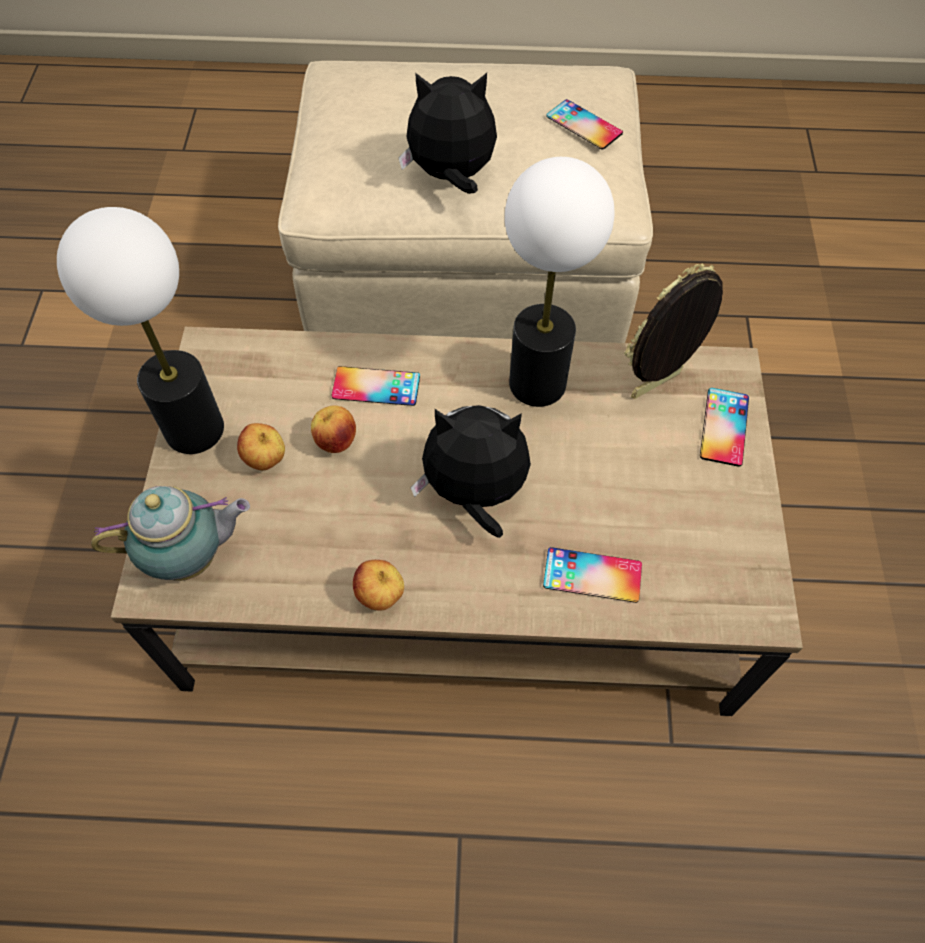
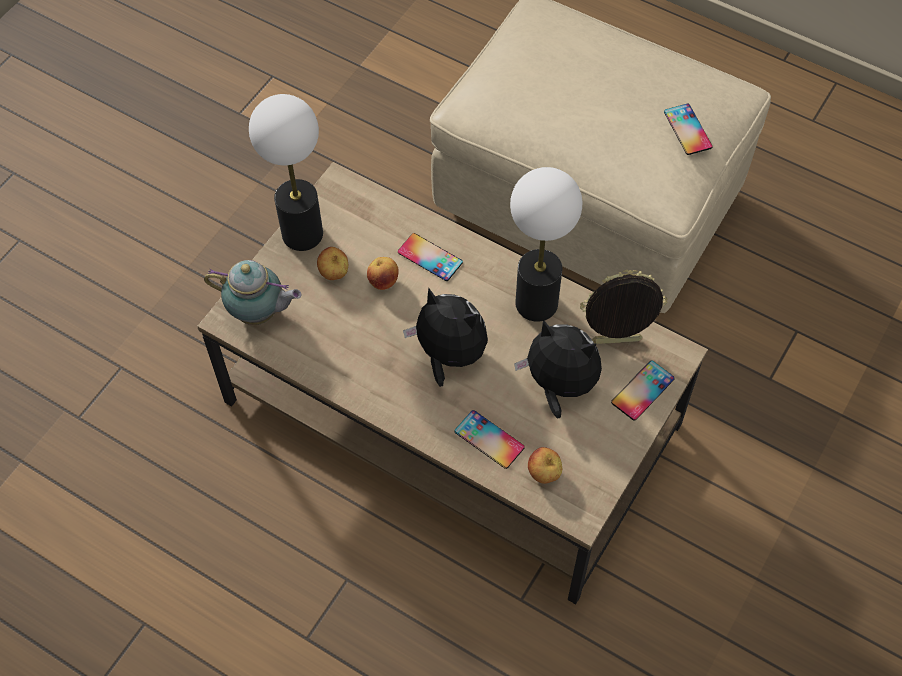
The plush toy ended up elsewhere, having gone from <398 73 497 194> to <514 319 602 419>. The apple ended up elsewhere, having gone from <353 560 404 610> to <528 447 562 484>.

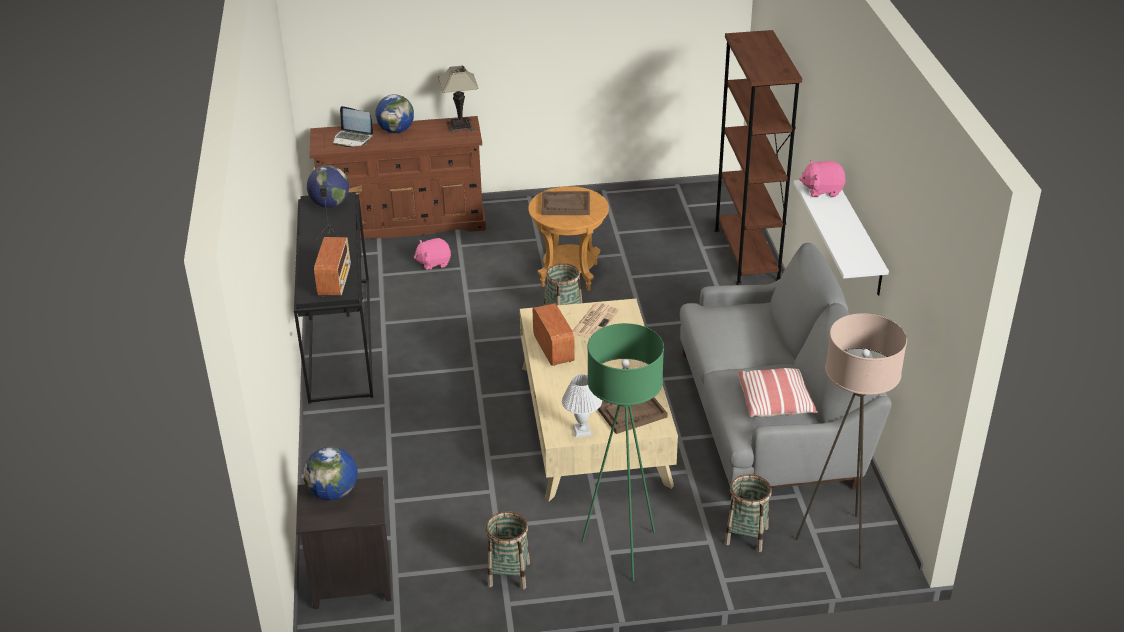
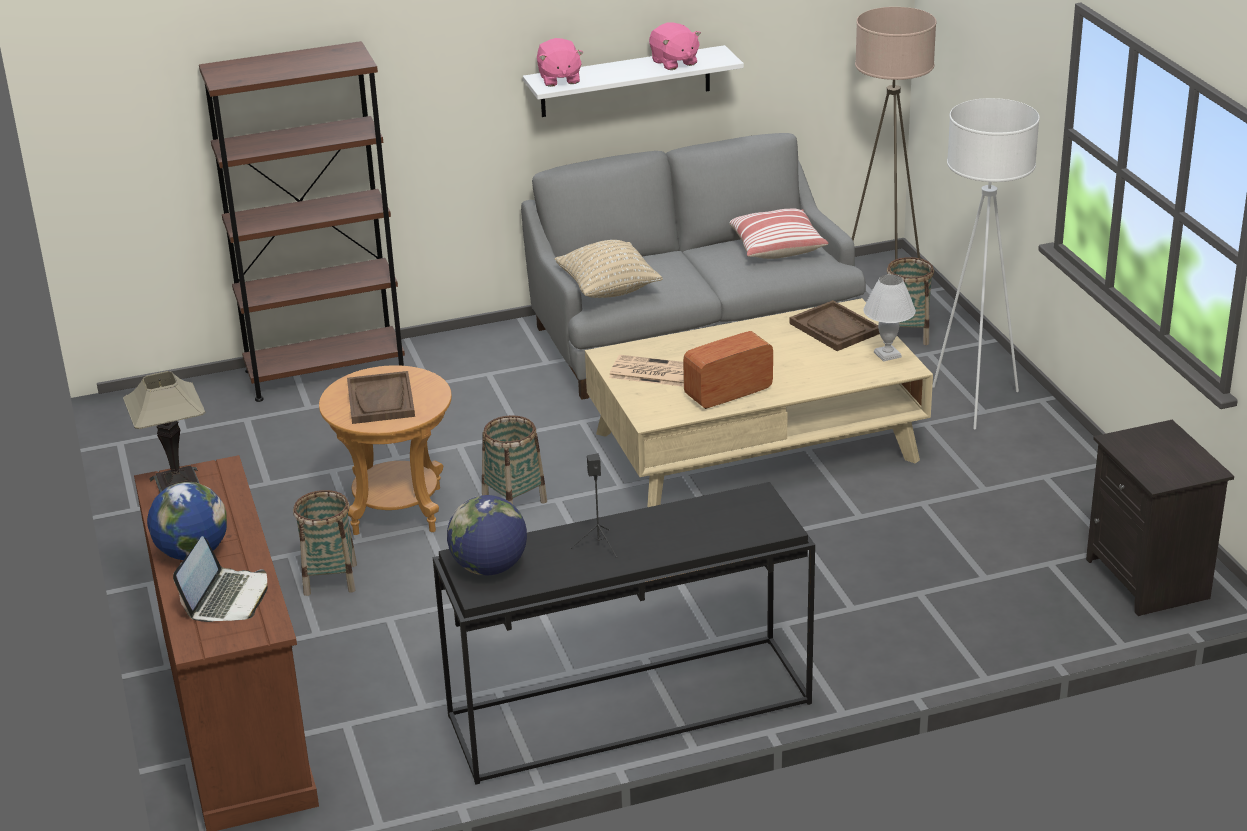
The basket ended up elsewhere, having gone from <485 511 530 590> to <293 490 357 596>. The second view gained the beige pillow at <555 240 663 298>. The pink plush toy ended up elsewhere, having gone from <413 238 451 270> to <649 22 701 70>. What was the green floor lamp at <582 323 664 581> turned into the white floor lamp at <932 98 1040 429>. The second view lost the globe at <304 447 358 501>. The second view lost the radio at <314 237 351 296>.

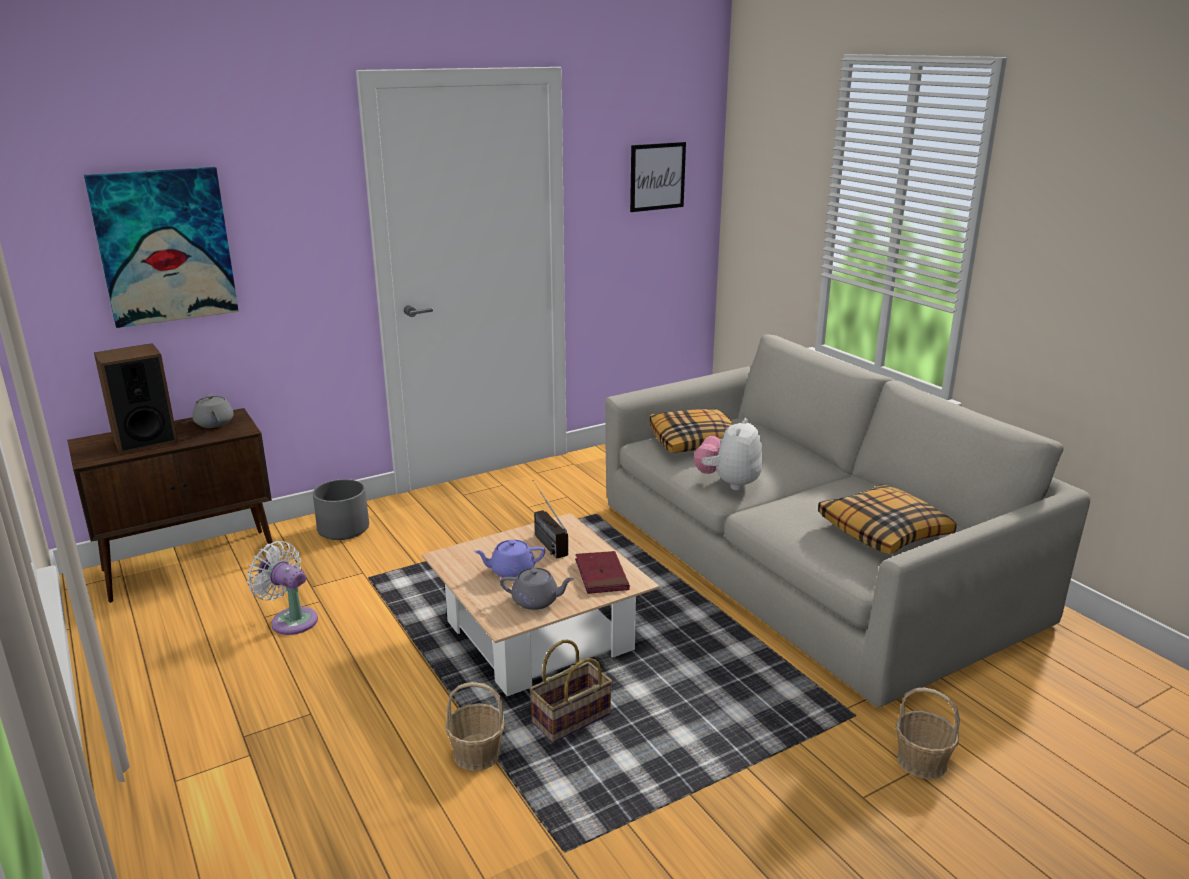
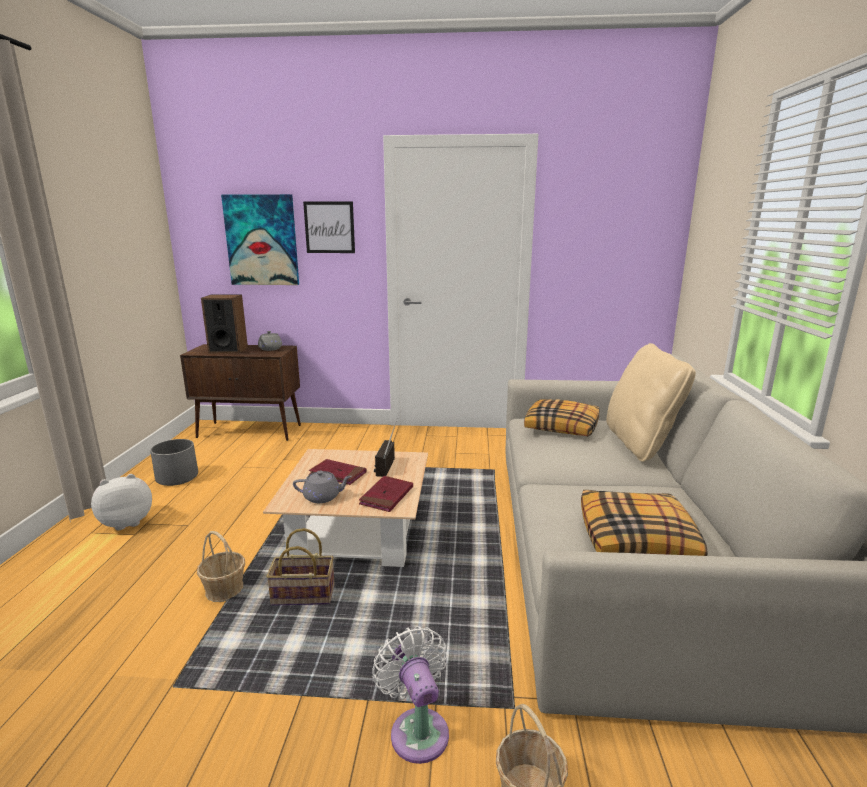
The plush toy ended up elsewhere, having gone from <694 418 763 490> to <91 474 152 530>. The grey planter ended up elsewhere, having gone from <313 479 369 540> to <150 439 198 486>. The grey teapot at <500 568 574 610> ended up facing another way, 45 degrees counterclockwise from before. The picture ended up elsewhere, having gone from <630 142 686 212> to <303 202 355 253>. Where the purple teapot stood at <474 540 545 577>, the red book came to stand at <309 459 367 485>. The white fan ended up elsewhere, having gone from <247 541 318 635> to <372 626 449 764>. The second view gained the beige pillow at <606 343 696 462>.

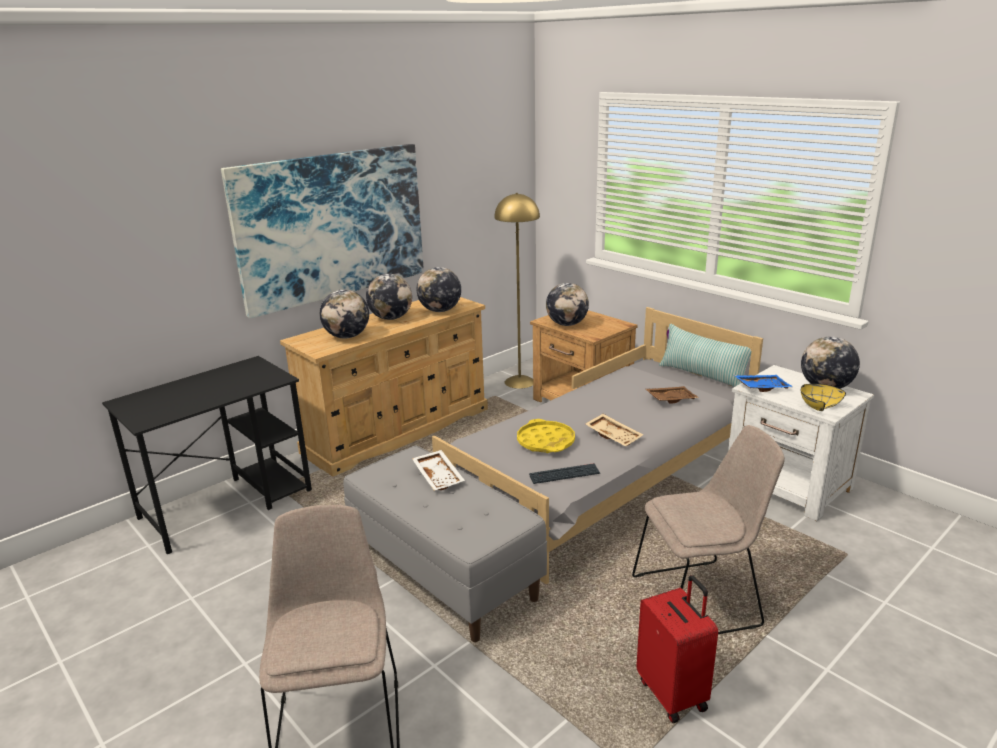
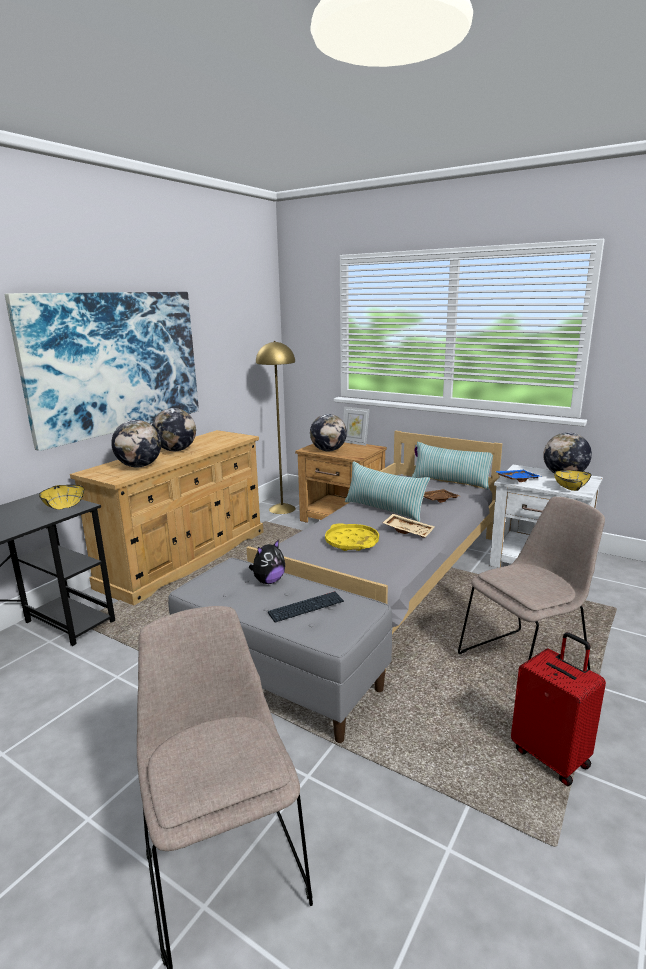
The second view gained the yellow bowl at <39 485 84 510>. Where the white tray stood at <412 450 465 491>, the plush toy came to stand at <249 539 285 584>. The keyboard ended up elsewhere, having gone from <529 463 600 484> to <268 591 344 622>. The second view gained the picture frame at <343 407 369 446>. The second view gained the pillow at <345 461 430 522>. The second view lost the globe at <417 267 461 312>.

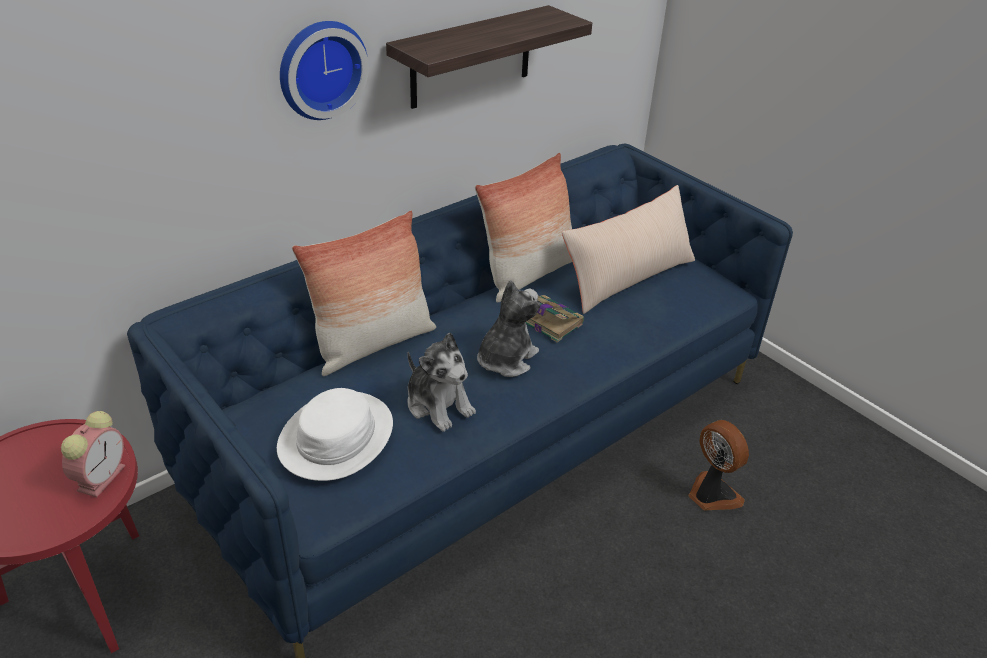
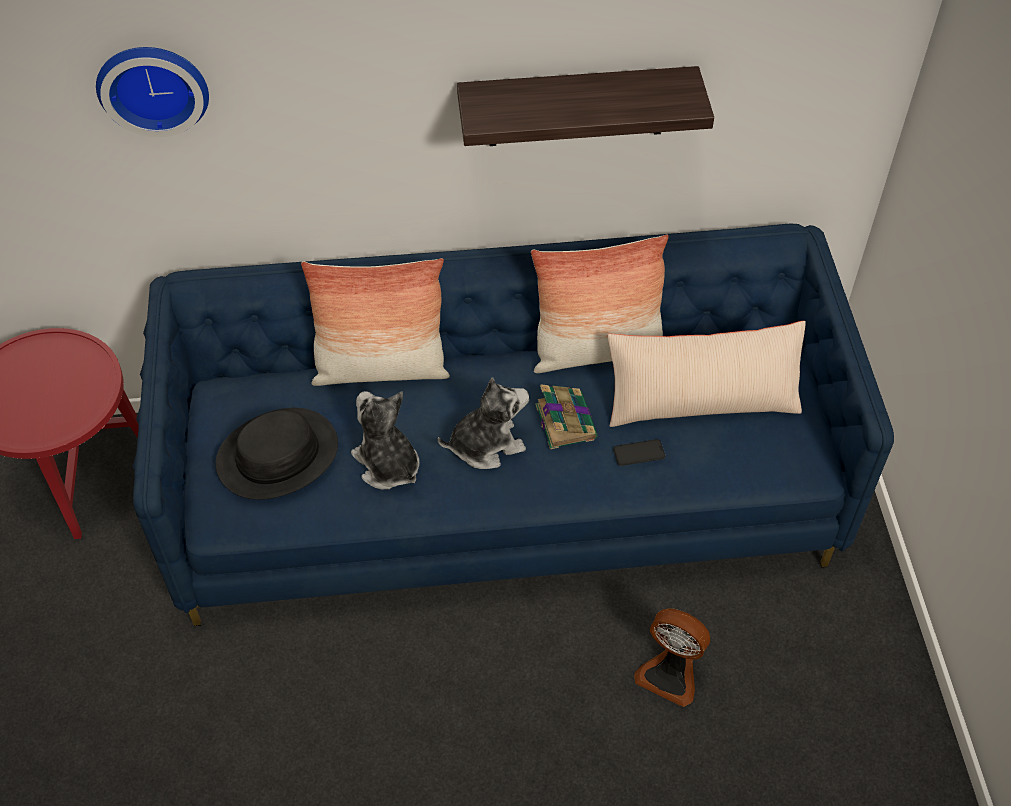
The wall clock ended up elsewhere, having gone from <280 21 369 120> to <96 47 209 137>. What was the white hat at <277 388 393 481> turned into the black hat at <216 408 338 500>. The plush toy at <407 332 476 432> ended up facing another way, 150 degrees clockwise from before. The second view gained the phone at <613 439 665 466>. The fan at <688 420 749 510> ended up facing another way, 120 degrees clockwise from before. The second view lost the alarm clock at <61 411 125 497>.

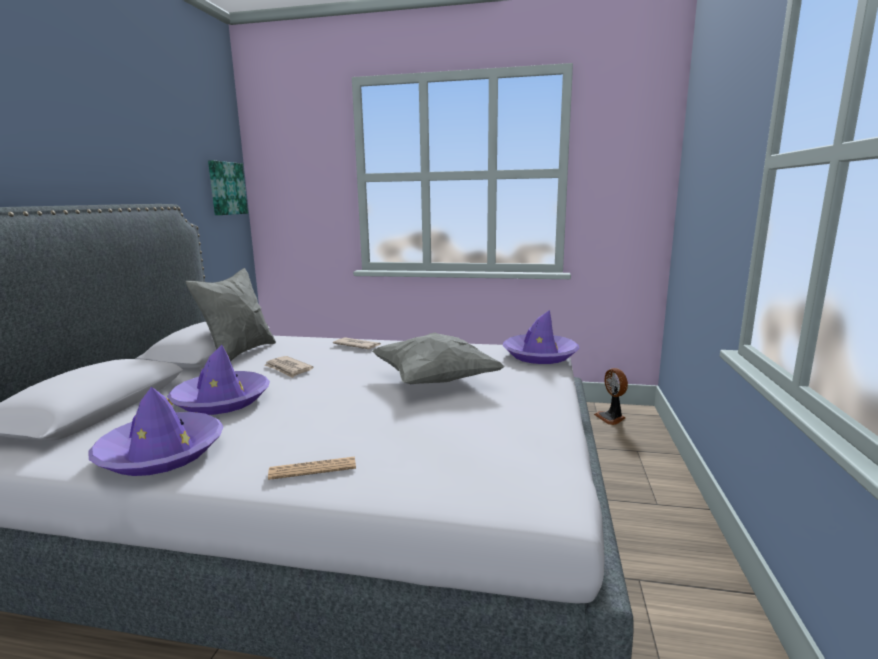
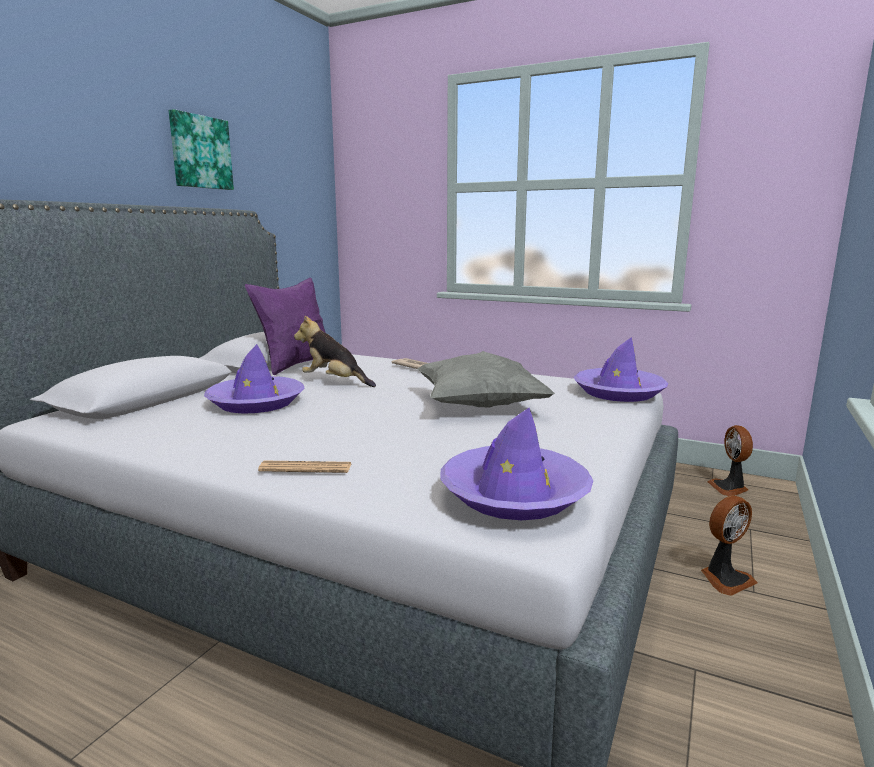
The picture ended up elsewhere, having gone from <208 160 248 215> to <169 109 234 190>. What was the grey pillow at <185 268 276 362> turned into the purple pillow at <245 278 326 375>. Where the newspaper stood at <265 356 314 378>, the plush toy came to stand at <294 316 376 387>. The purple hat ended up elsewhere, having gone from <89 387 224 476> to <440 408 593 520>. The second view gained the fan at <701 496 758 596>.

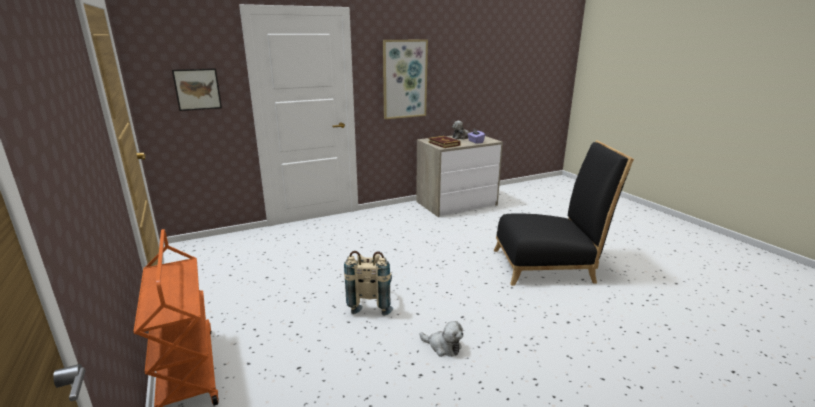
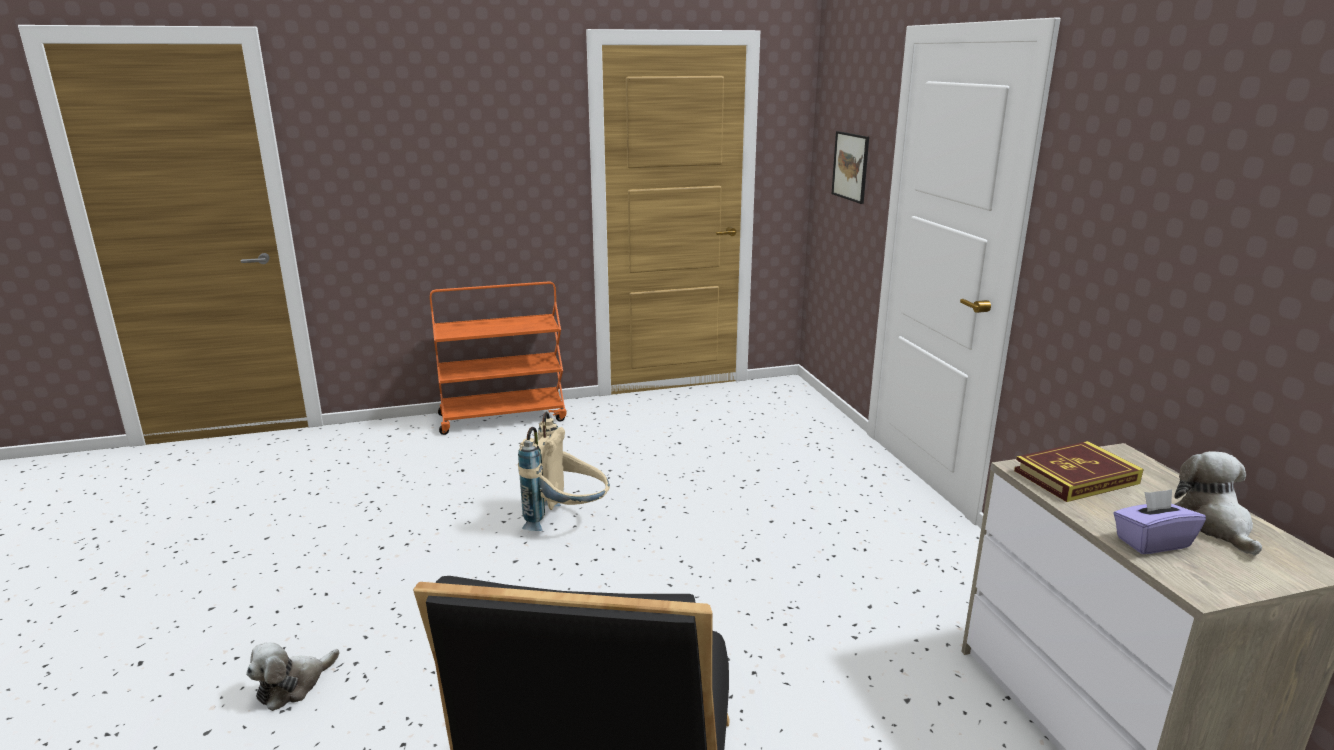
The plush toy ended up elsewhere, having gone from <419 321 463 357> to <246 642 340 711>. The second view lost the picture at <383 39 428 119>.

